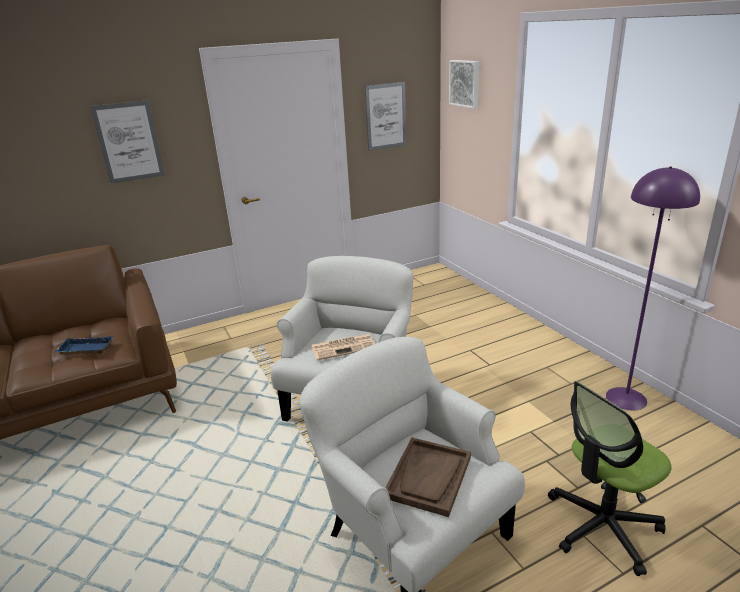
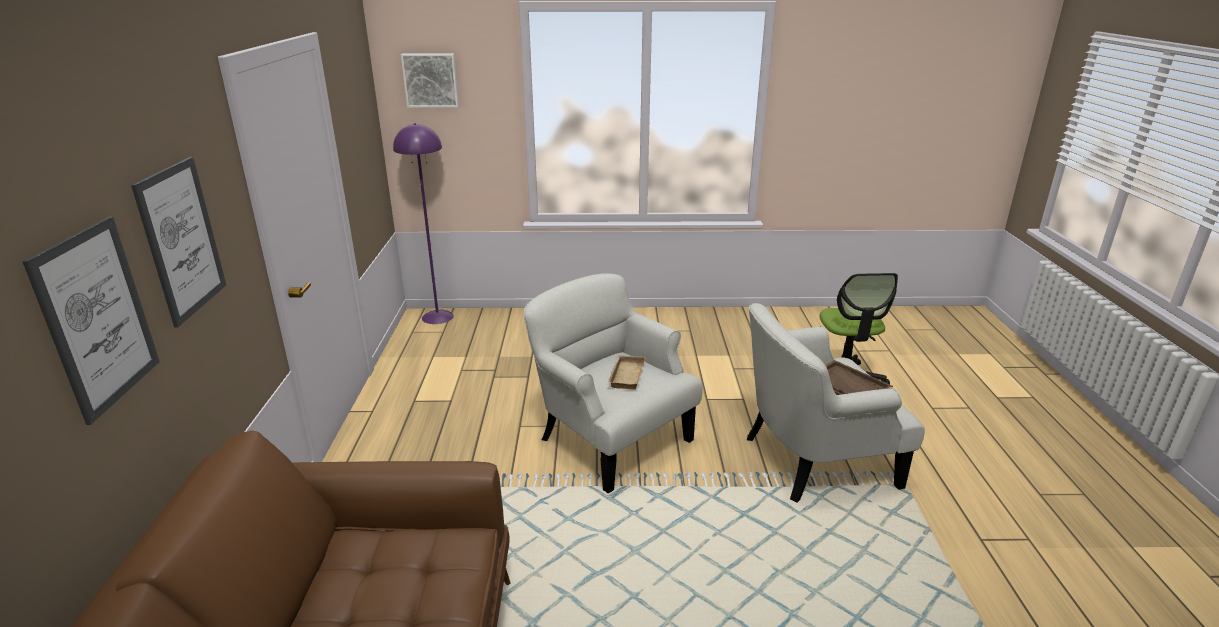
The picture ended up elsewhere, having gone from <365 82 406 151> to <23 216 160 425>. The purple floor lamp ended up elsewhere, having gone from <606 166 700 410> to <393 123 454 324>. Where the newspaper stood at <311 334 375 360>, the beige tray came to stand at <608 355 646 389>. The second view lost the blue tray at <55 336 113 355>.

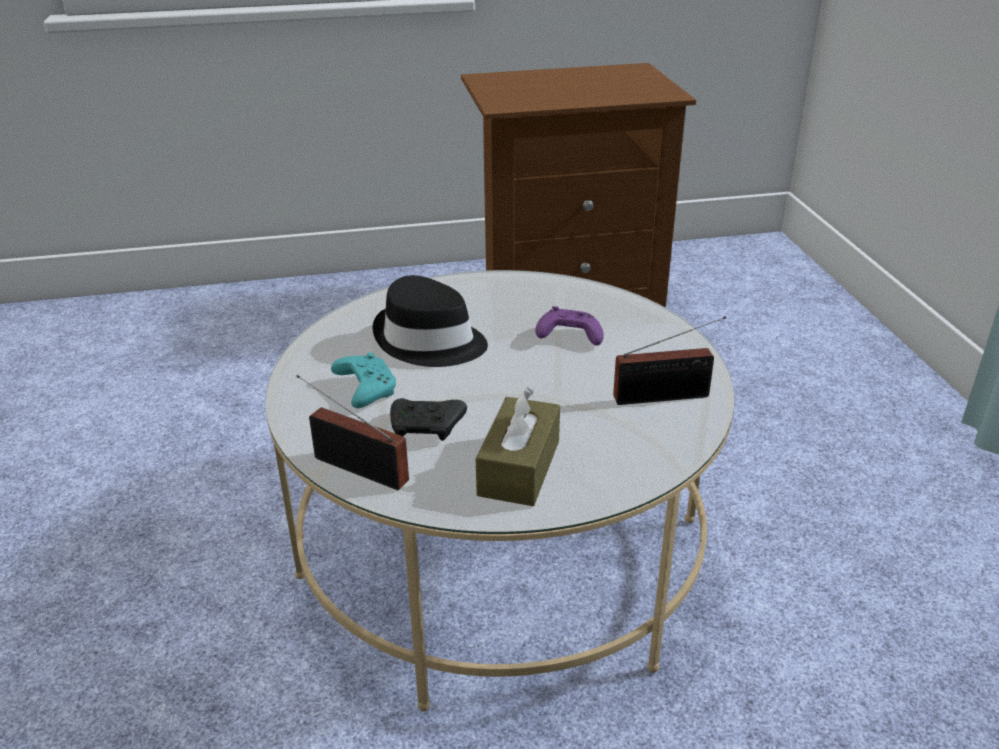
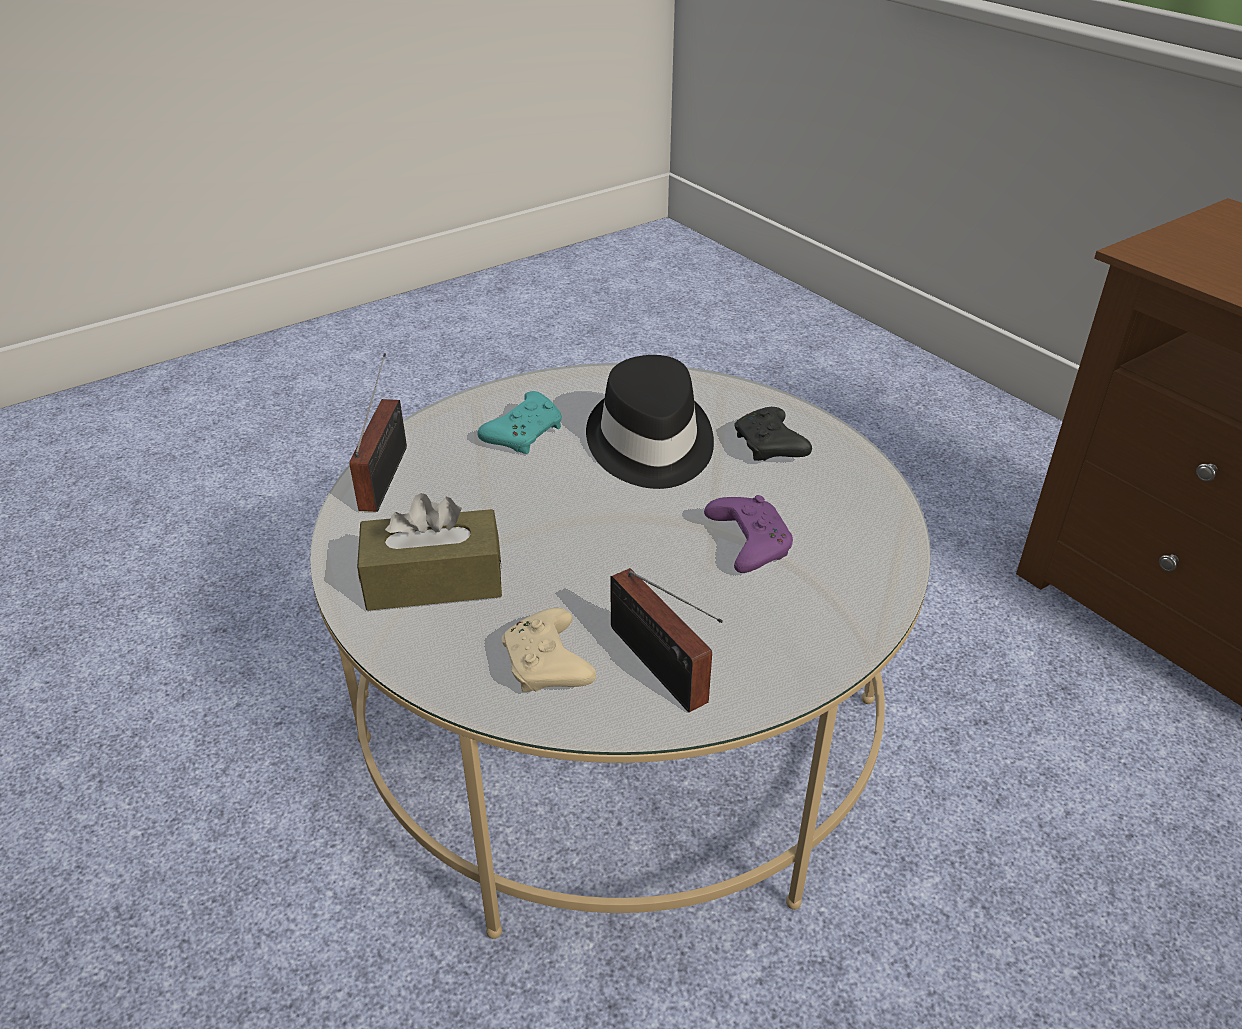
The second view gained the beige game controller at <502 608 596 692>. The black game controller ended up elsewhere, having gone from <390 398 467 441> to <734 407 812 461>.

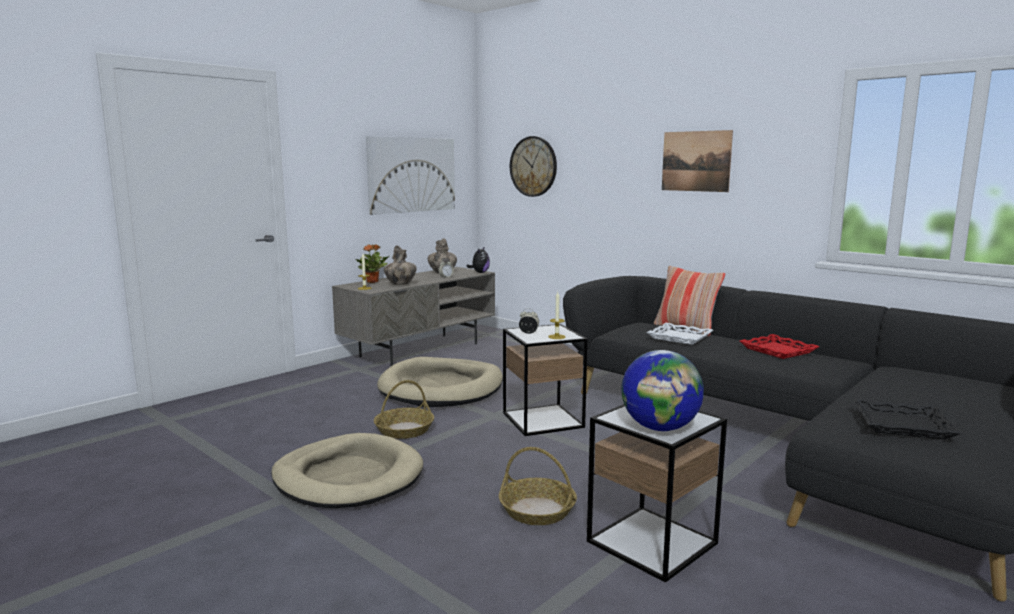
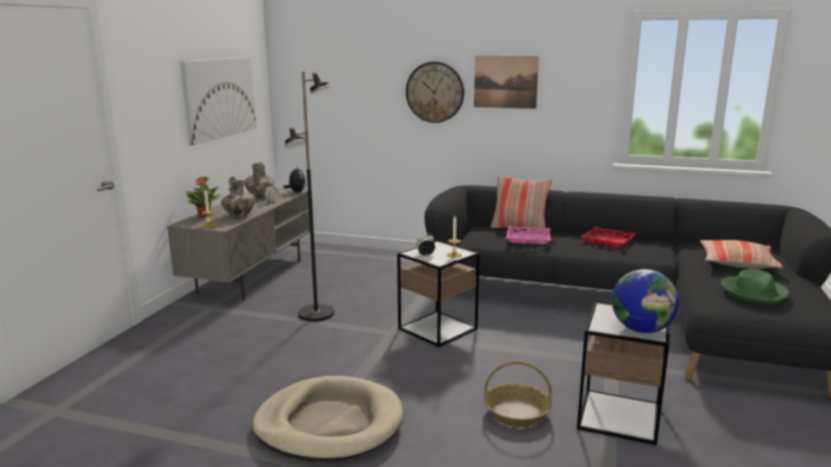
Where the beige dog bed stood at <377 357 503 407>, the black floor lamp came to stand at <285 71 334 321>. The wall clock ended up elsewhere, having gone from <510 136 557 197> to <406 61 464 123>. What was the white tray at <647 323 713 345> turned into the pink tray at <506 226 551 244>. The second view gained the pillow at <700 240 783 269>. Where the black tray stood at <854 399 961 440>, the green hat came to stand at <721 269 790 304>. The second view lost the basket at <374 380 434 439>.

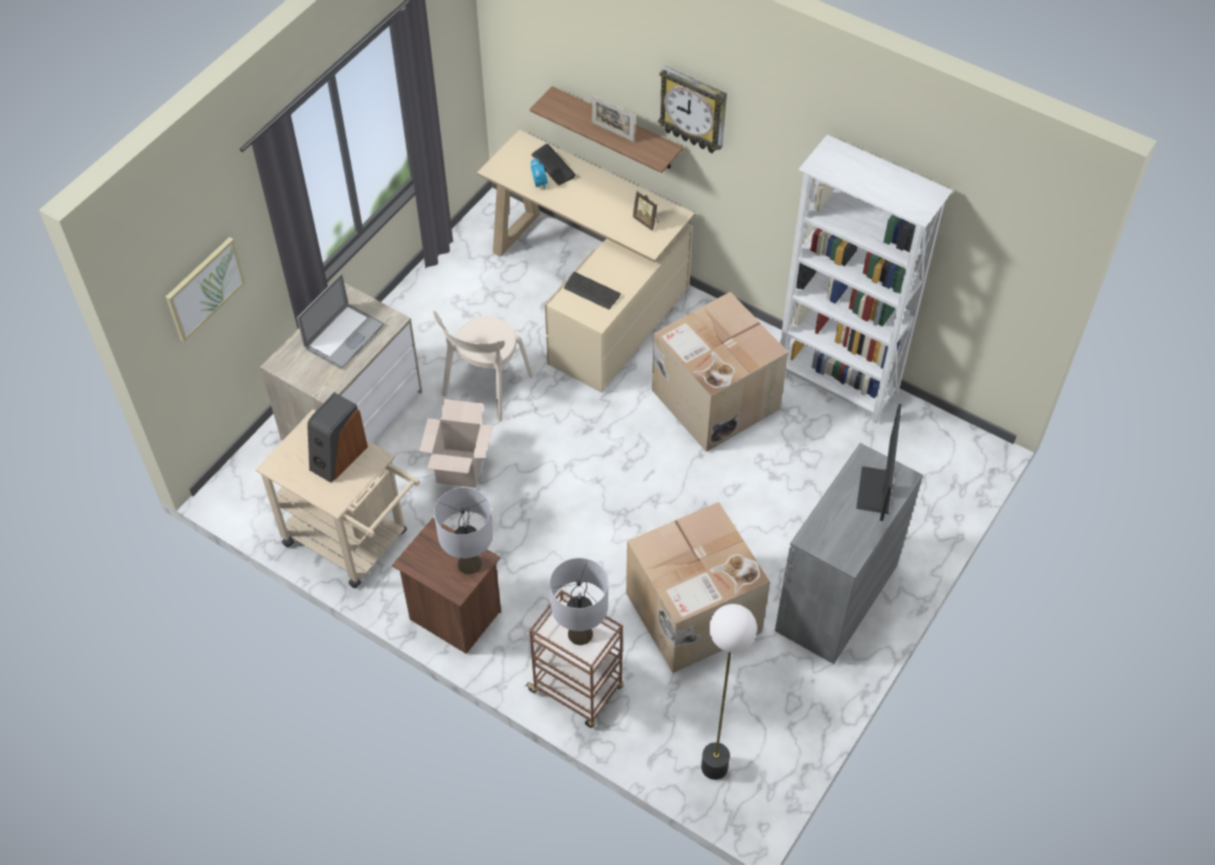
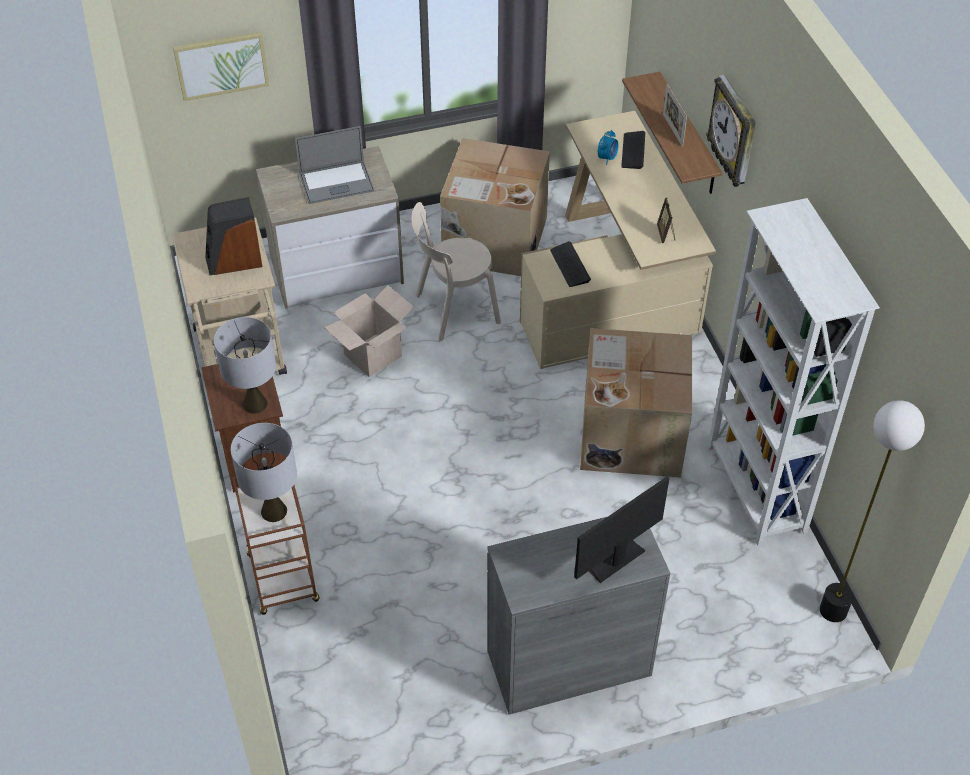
The cardboard box ended up elsewhere, having gone from <626 502 770 673> to <440 138 550 276>. The floor lamp ended up elsewhere, having gone from <701 604 757 780> to <820 400 925 622>.

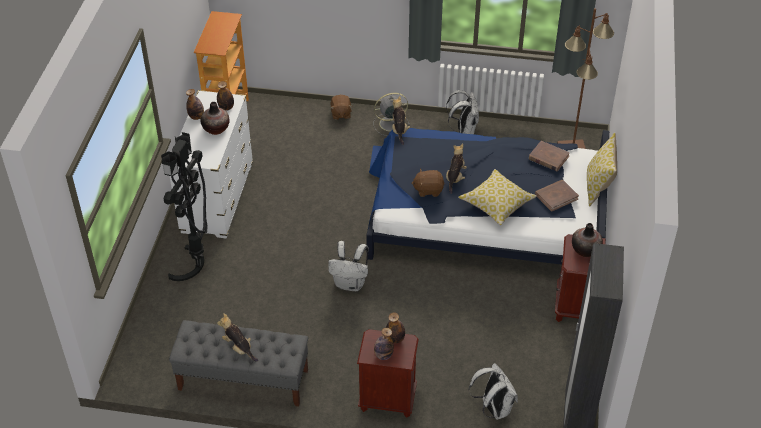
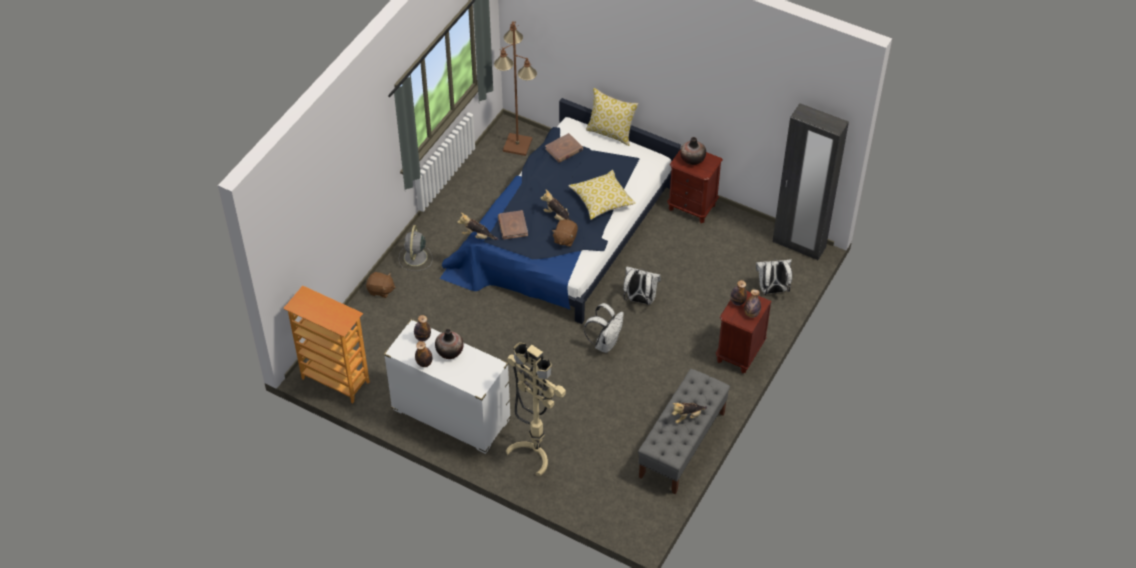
The brown book ended up elsewhere, having gone from <535 180 579 212> to <498 210 528 240>. What was the black floor lamp at <161 132 207 281> turned into the beige floor lamp at <506 342 566 476>. The white backpack ended up elsewhere, having gone from <446 90 479 134> to <623 266 661 305>.

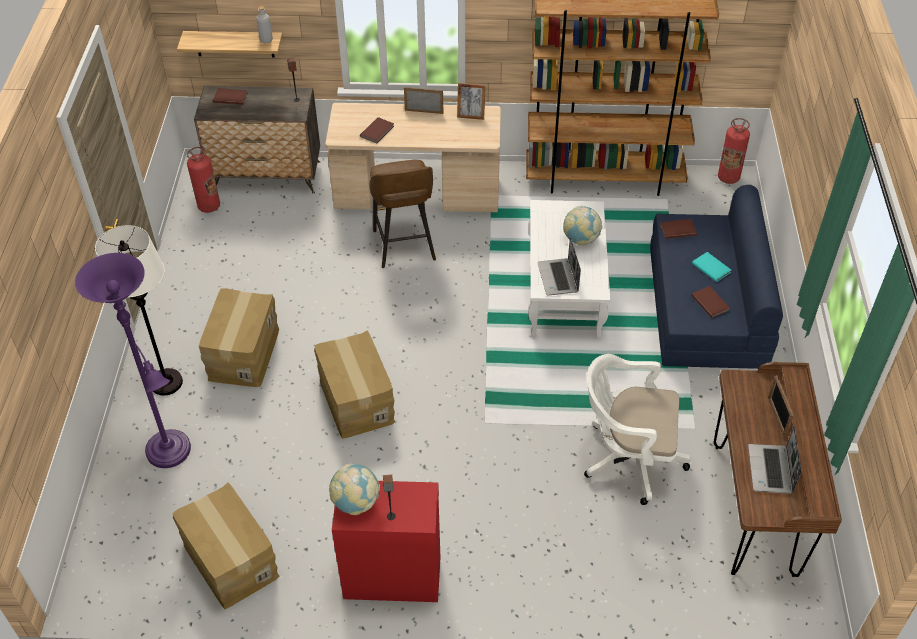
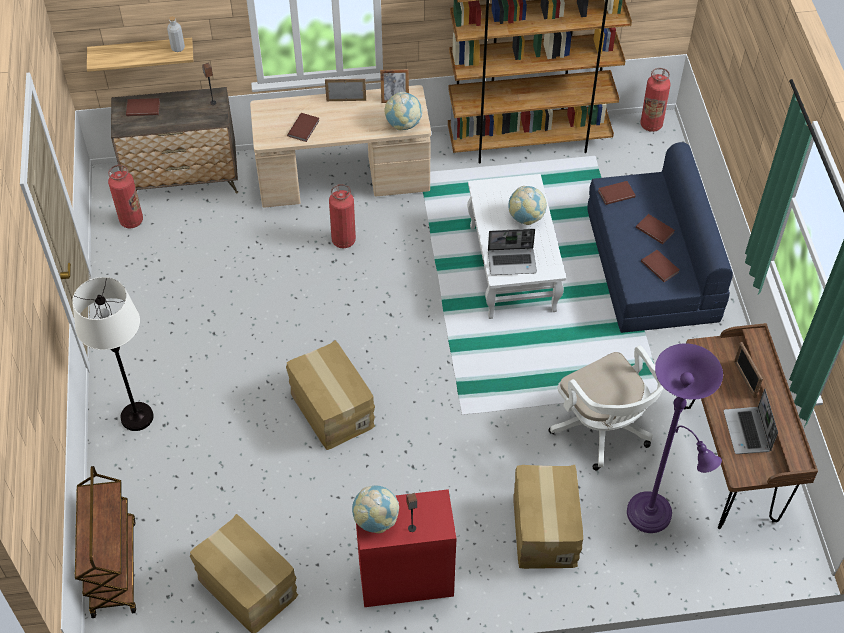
The second view gained the brown cart at <75 466 136 618>. Where the brown stool stood at <369 160 436 268>, the fire extinguisher came to stand at <329 184 356 248>. The second view gained the globe at <384 92 422 130>. The laptop at <537 237 581 296> ended up facing another way, 75 degrees counterclockwise from before. The cardboard box ended up elsewhere, having gone from <199 288 279 387> to <513 465 583 569>. The white office chair at <584 354 691 505> ended up facing another way, 120 degrees counterclockwise from before. The purple floor lamp ended up elsewhere, having gone from <75 253 191 468> to <627 343 723 533>. What was the turquoise book at <692 252 731 282> turned into the brown book at <636 214 675 244>.

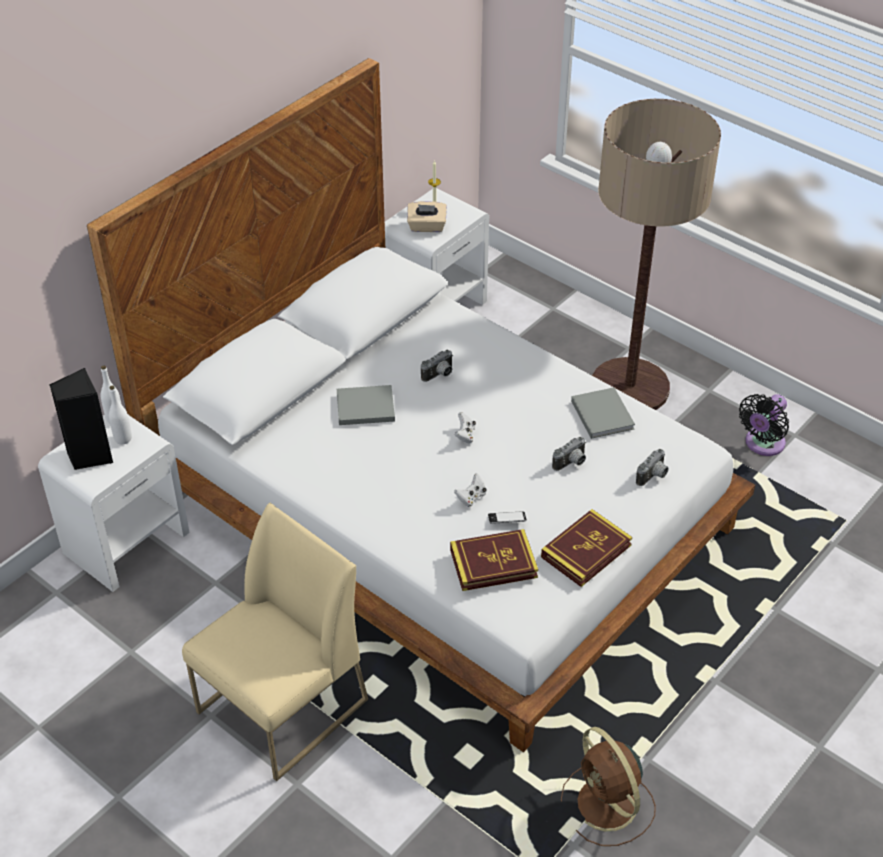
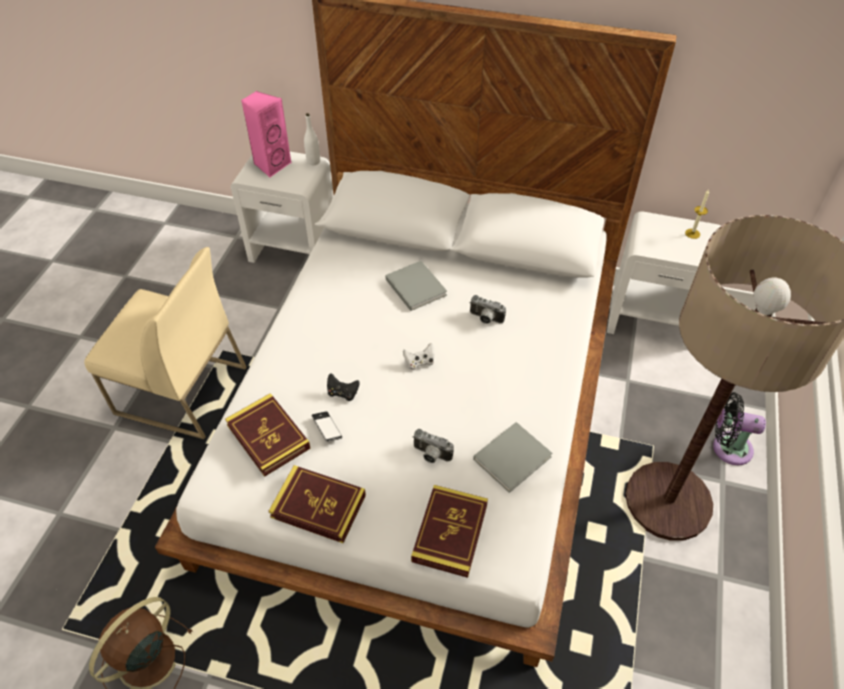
What was the black speaker at <50 368 113 470> turned into the pink speaker at <241 91 292 177>. What was the white game controller at <454 473 486 507> turned into the black game controller at <327 373 360 401>. Where the photo camera stood at <636 449 669 486>, the book came to stand at <411 485 488 578>. The black fan ended up elsewhere, having gone from <739 394 789 456> to <713 392 766 465>. The second view lost the white bottle at <109 386 132 444>. The second view lost the beige tissue box at <407 201 447 232>.

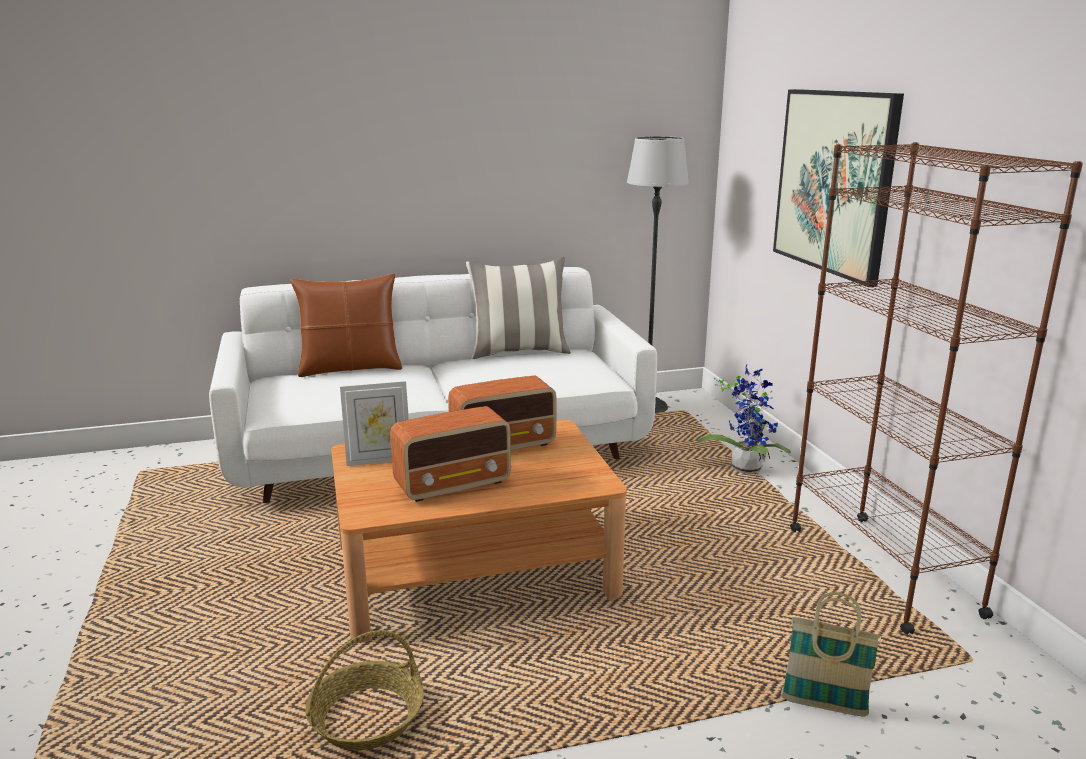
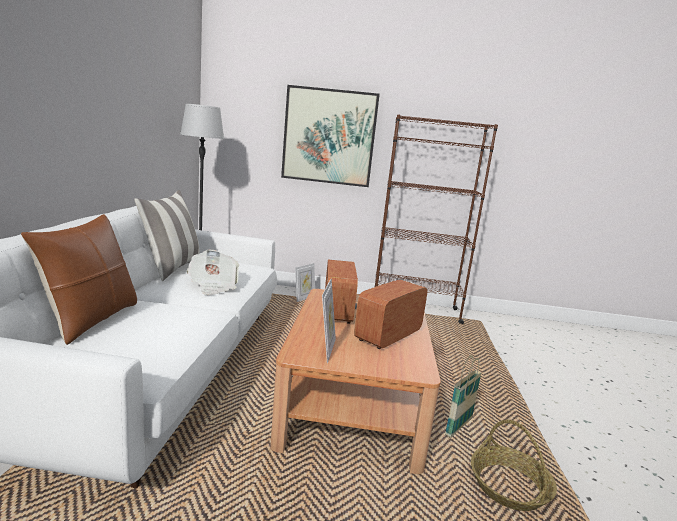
The second view gained the newspaper at <187 250 239 295>. Where the potted plant stood at <698 364 791 474>, the picture frame came to stand at <295 263 315 302>. The radio at <390 406 511 502> ended up facing another way, 135 degrees counterclockwise from before. The basket ended up elsewhere, having gone from <781 592 881 717> to <445 356 482 438>.

